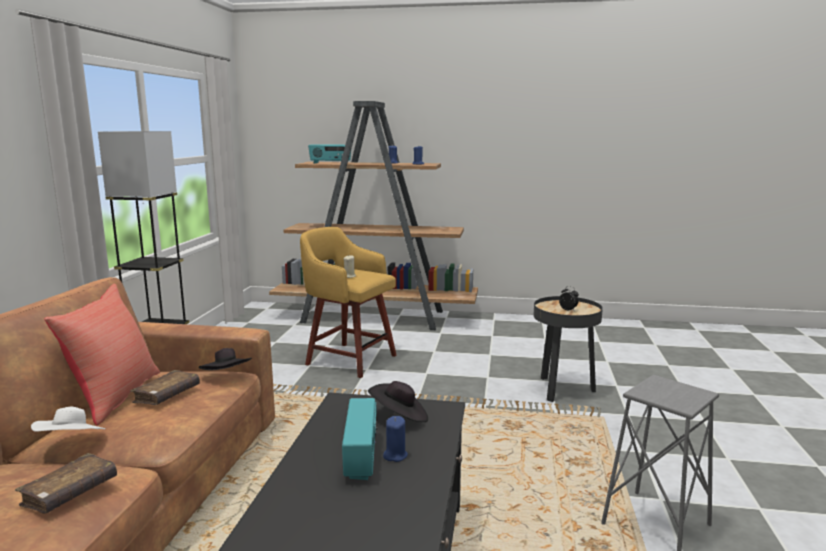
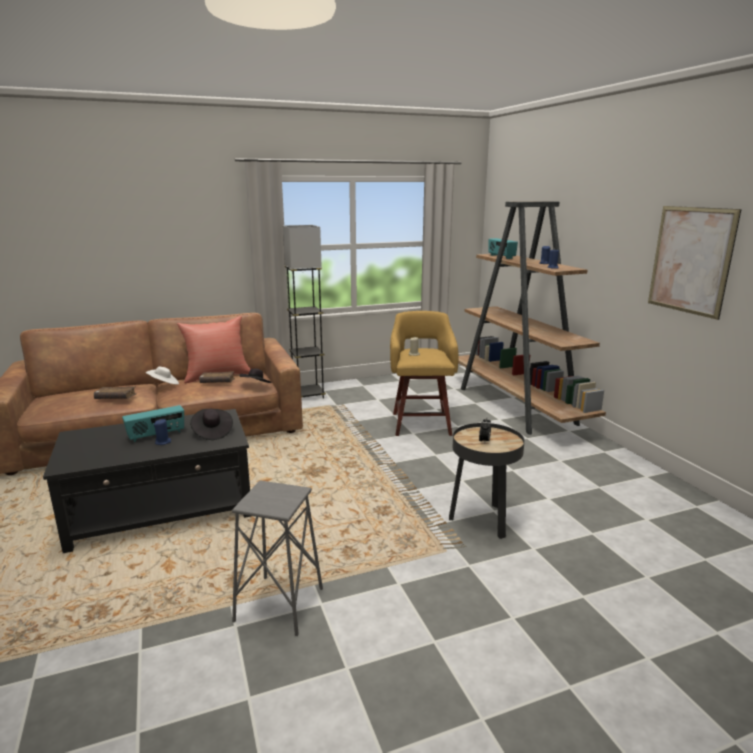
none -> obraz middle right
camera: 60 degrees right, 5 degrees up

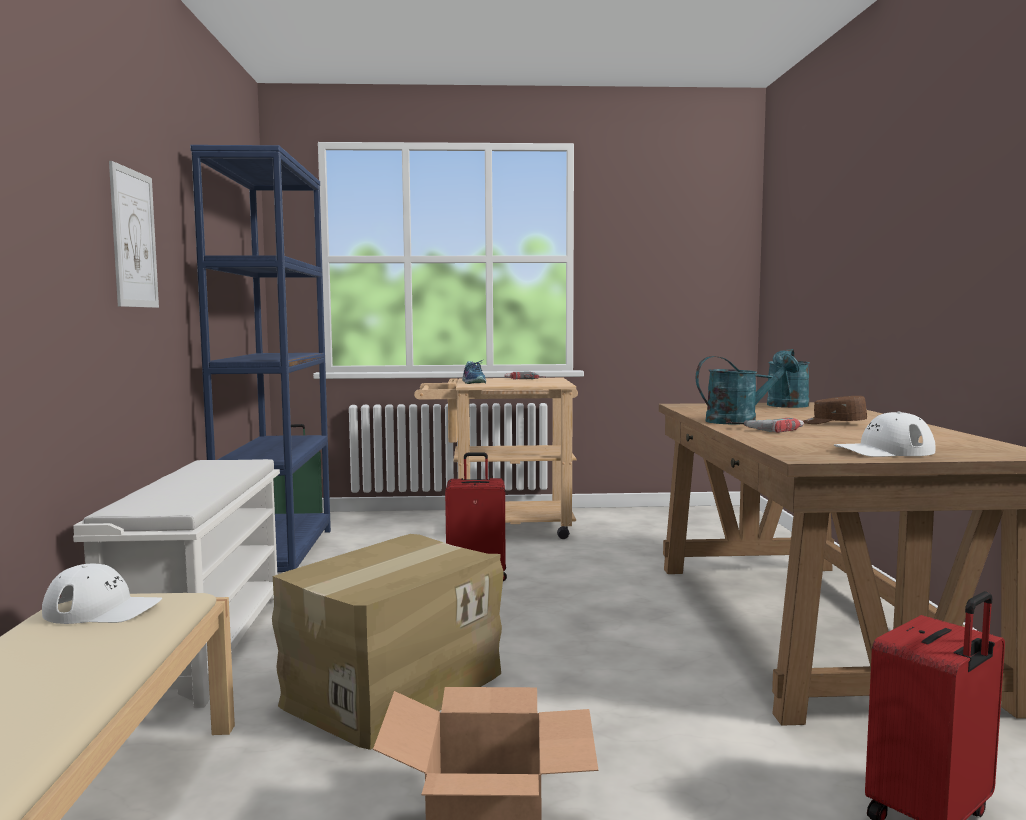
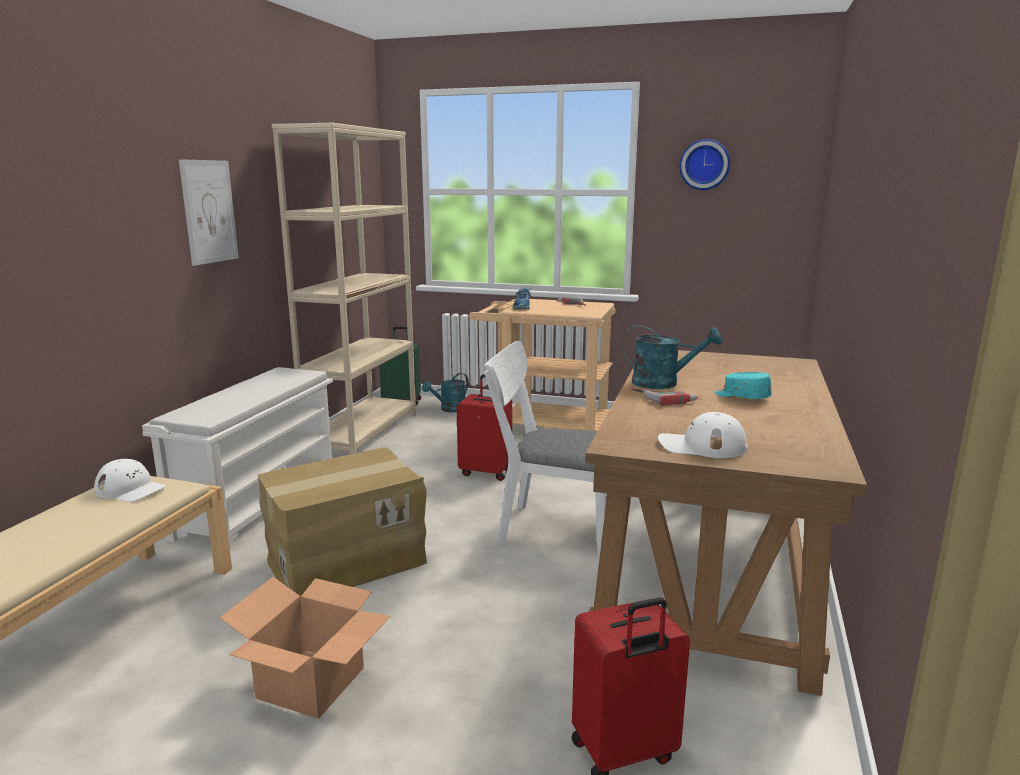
regał [niebieski] middle left -> regał [beżowy] centre
konewka [turkusowy] (no. 2 from left in the first image) middle right -> konewka [turkusowy] (no. 1 from left) centre, relocated
none -> krzesło [biały] centre
none -> zegar ścienny top right
czapka z daszkiem [brązowy] middle right -> czapka z daszkiem [turkusowy] middle right
camera: 20 degrees right, 10 degrees up

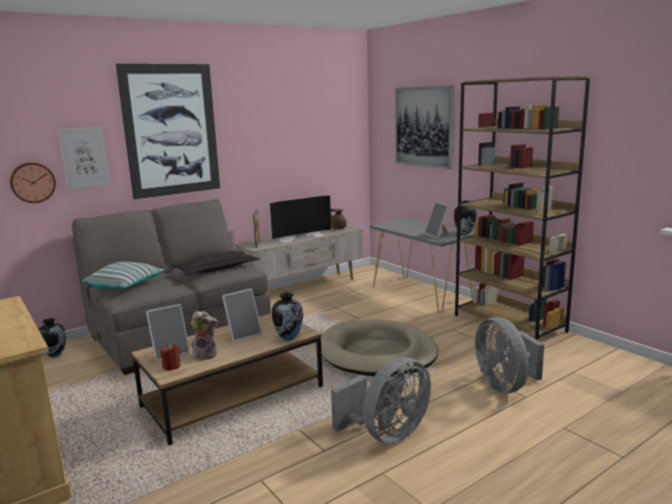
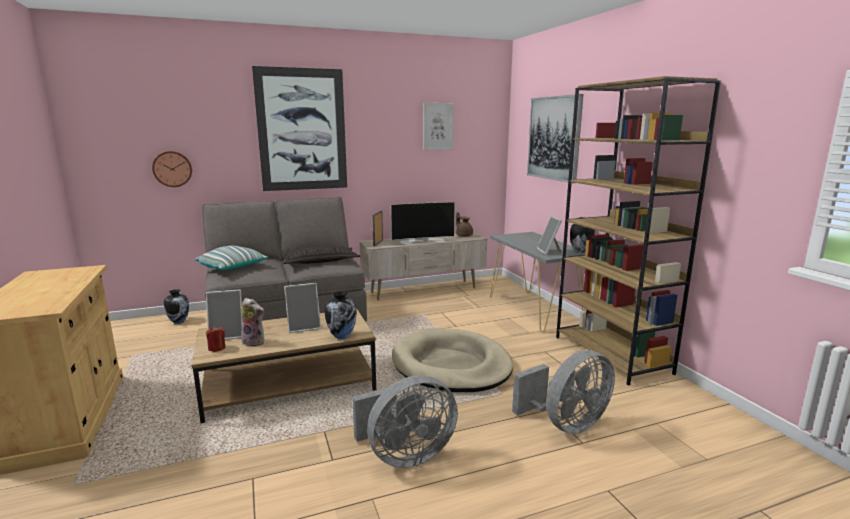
obraz (no. 1 from left in the first image) top left -> obraz (no. 2 from left) top centre, relocated
wentylator [szary] (no. 2 from left) bottom right -> wentylator [szary] (no. 2 from left) bottom centre, 120 degrees counterclockwise
camera: 15 degrees right, 0 degrees up

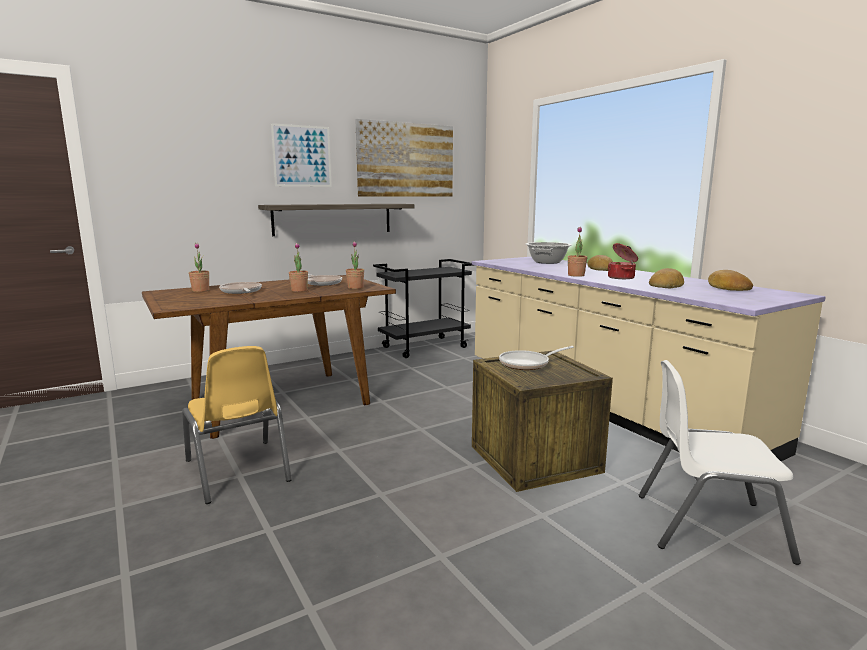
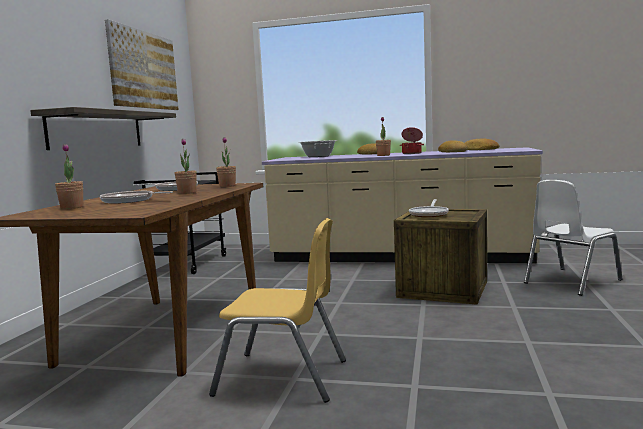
obraz (no. 1 from left) top centre -> none
camera: 45 degrees left, 5 degrees down

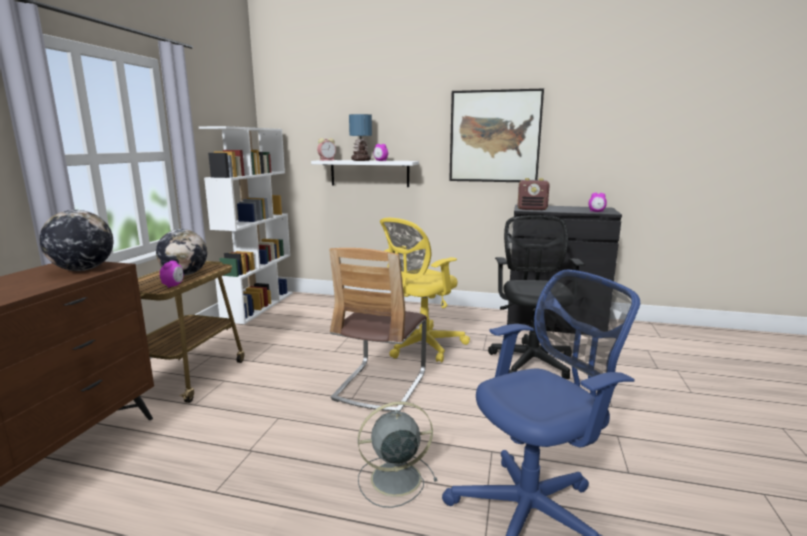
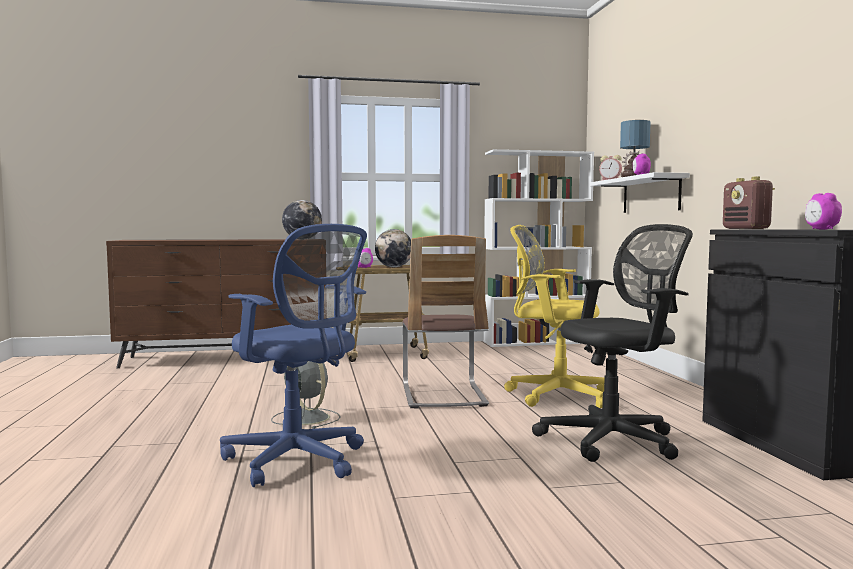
krzesło centre, 90 degrees counterclockwise
obraz top centre -> none
camera: 65 degrees right, 10 degrees down

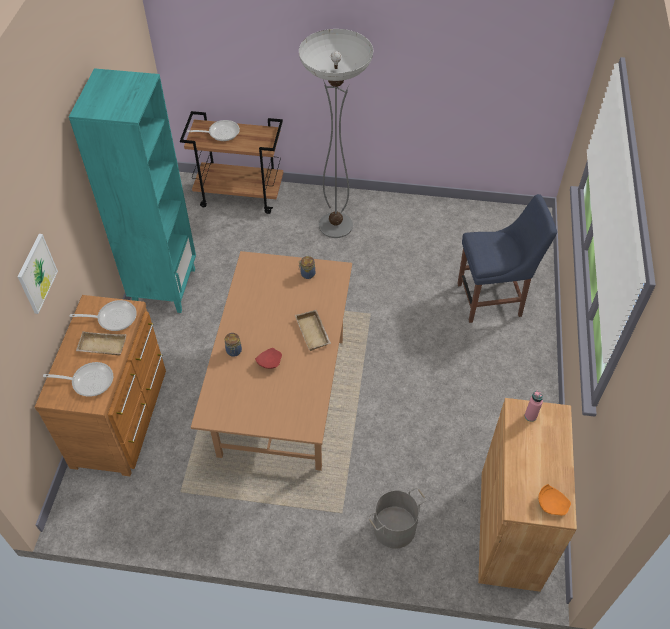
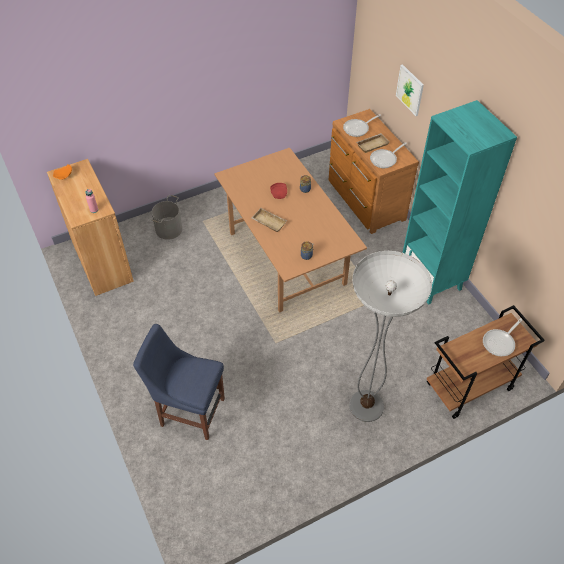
krzesło [niebieski] middle right -> krzesło [niebieski] bottom left, 60 degrees clockwise
camera: 145 degrees right, 0 degrees up

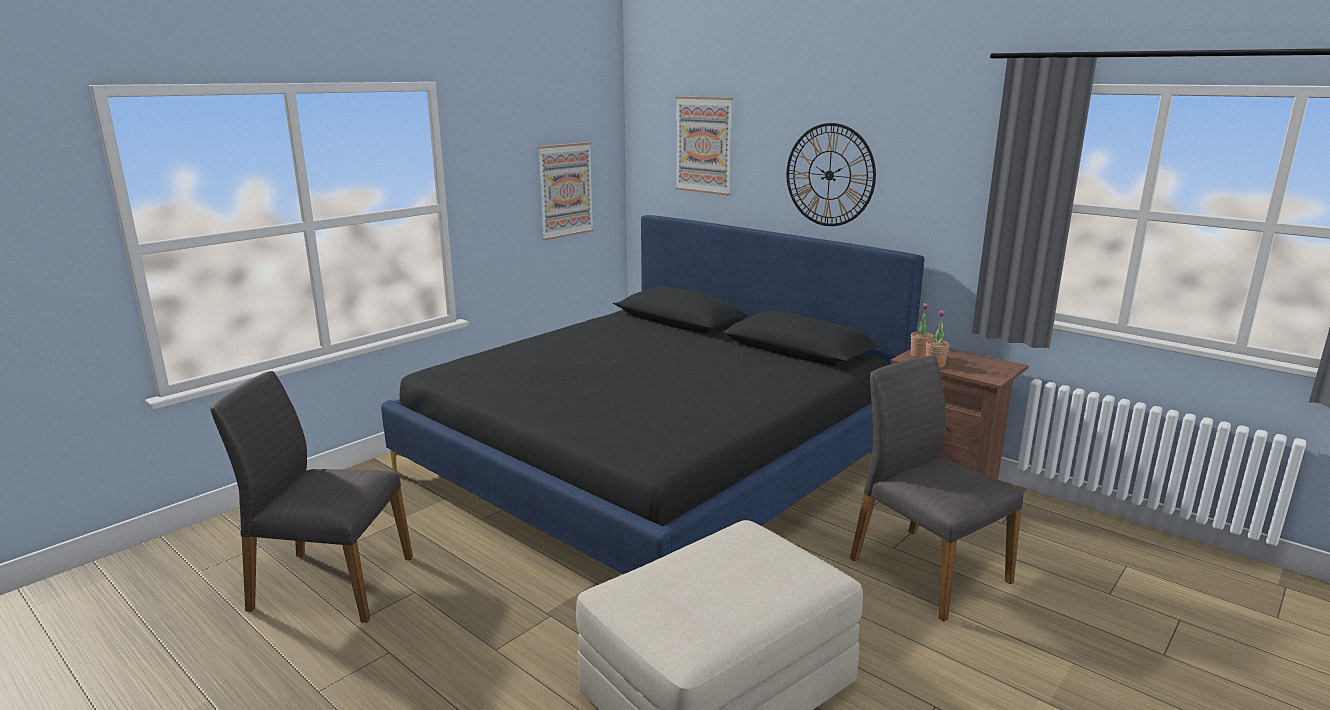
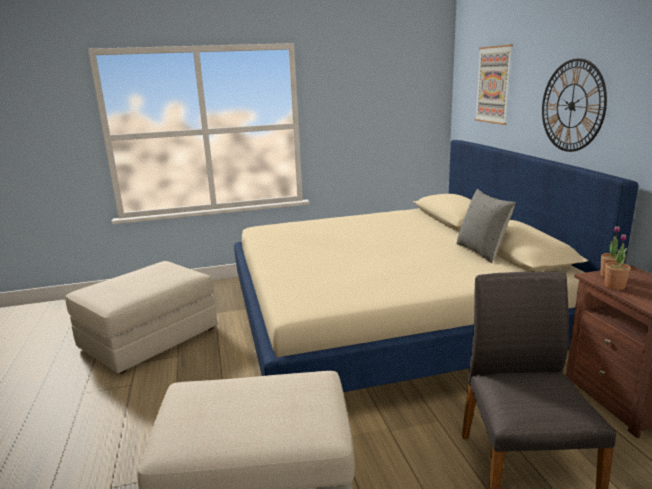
krzesło [szary] (no. 1 from left) bottom left -> pufa [beżowy] (no. 1 from left) middle left
łóżko [czarny] centre -> łóżko [beżowy] middle right
none -> poduszka [szary] middle right
obraz (no. 1 from left) top centre -> none
camera: 35 degrees right, 0 degrees up

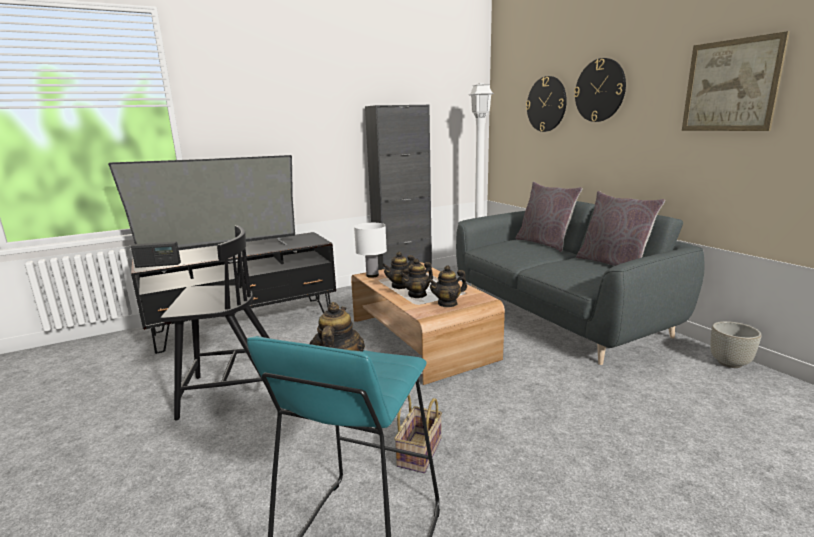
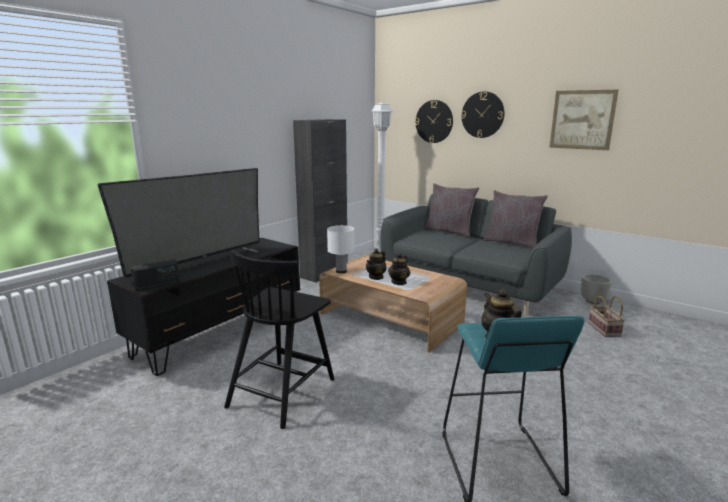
krzesło [czarny] middle left -> krzesło [czarny] bottom centre, 150 degrees clockwise
koszyk bottom centre -> koszyk middle right, relocated
imbryk (no. 4 from left) centre -> none
camera: 25 degrees left, 0 degrees up

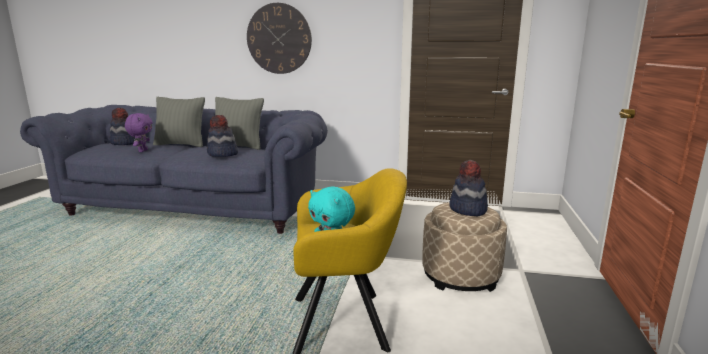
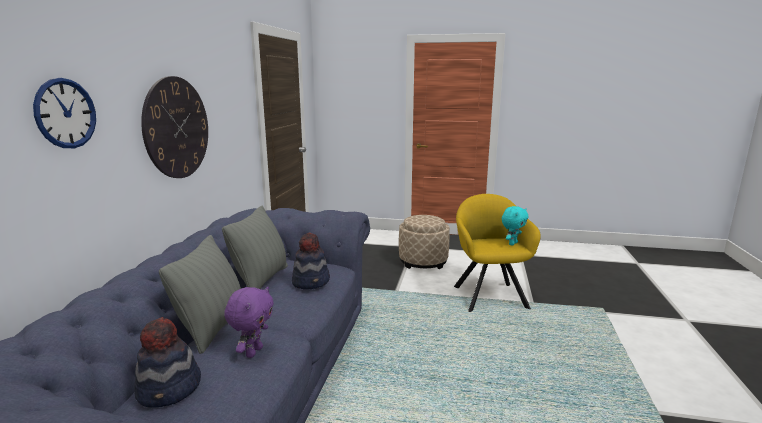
none -> zegar ścienny (no. 1 from left) top left
pluszak [fioletowy] middle left -> pluszak [fioletowy] bottom left, 105 degrees clockwise
kapelusz (no. 3 from left) centre -> none
camera: 90 degrees left, 0 degrees up

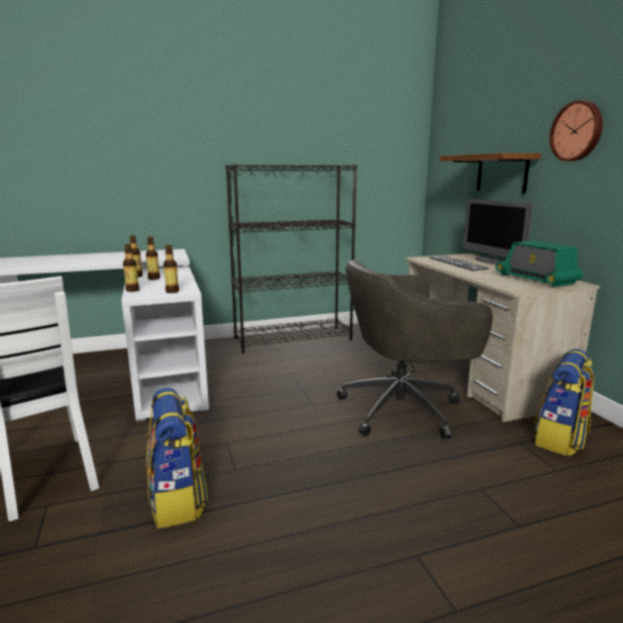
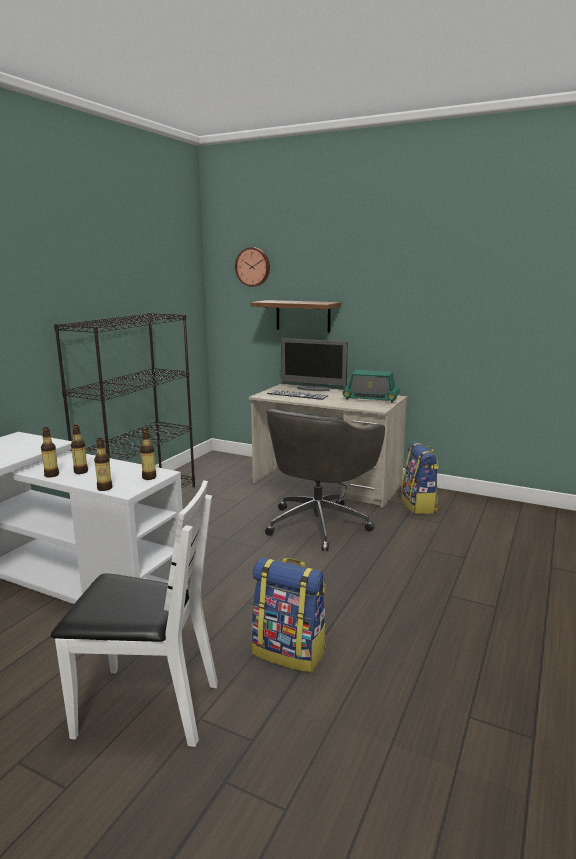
zegar ścienny top right -> zegar ścienny top centre, relocated
camera: 45 degrees left, 0 degrees up

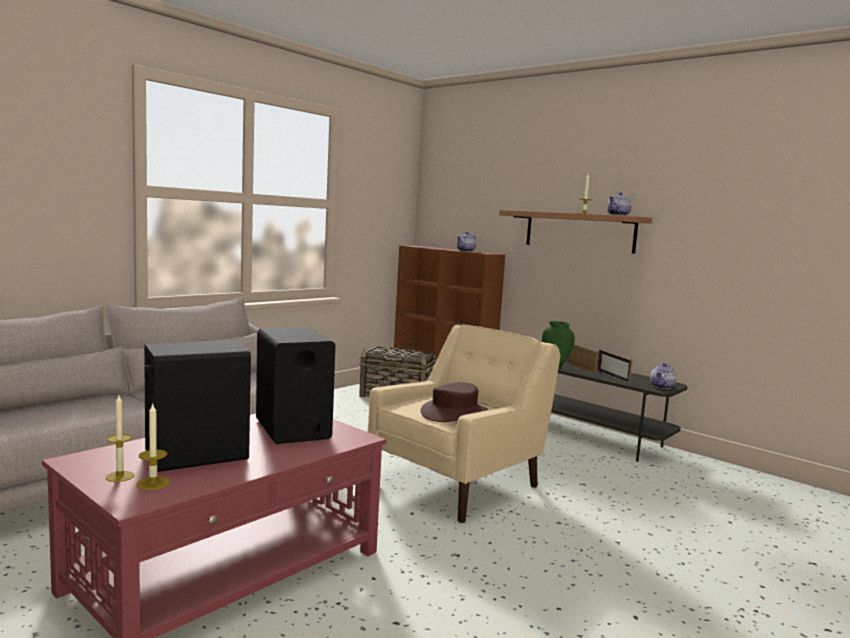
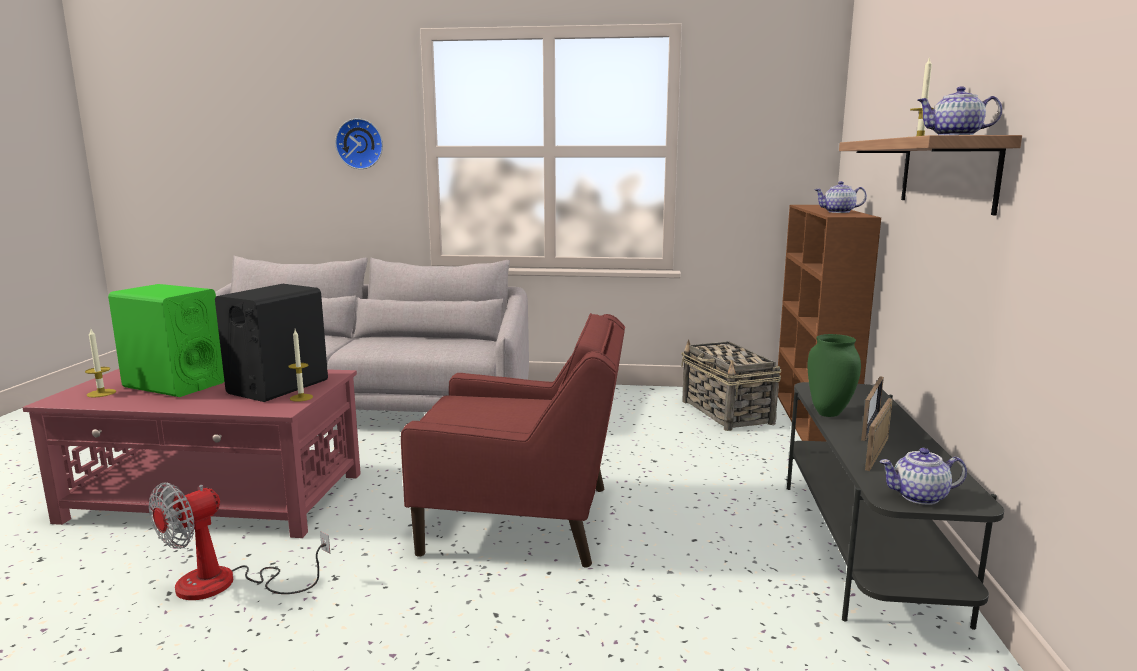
głośnik [czarny] (no. 1 from left) middle left -> głośnik [zielony] middle left
none -> wentylator bottom left
świeca (no. 1 from left in the first image) bottom left -> świeca (no. 2 from left) middle left, relocated
none -> zegar ścienny top left
fotel [beżowy] centre -> fotel [czerwony] centre
kapelusz [brązowy] centre -> none
camera: 55 degrees right, 5 degrees up

